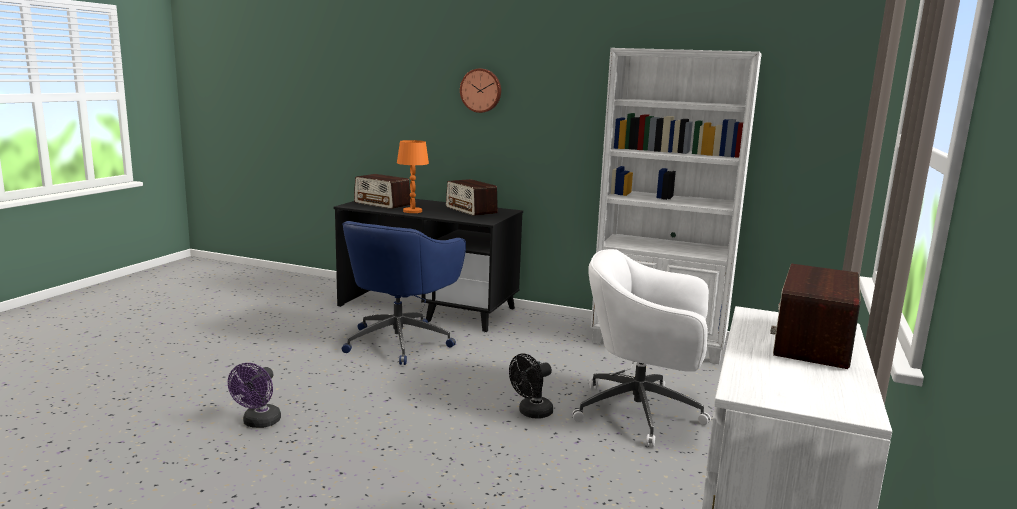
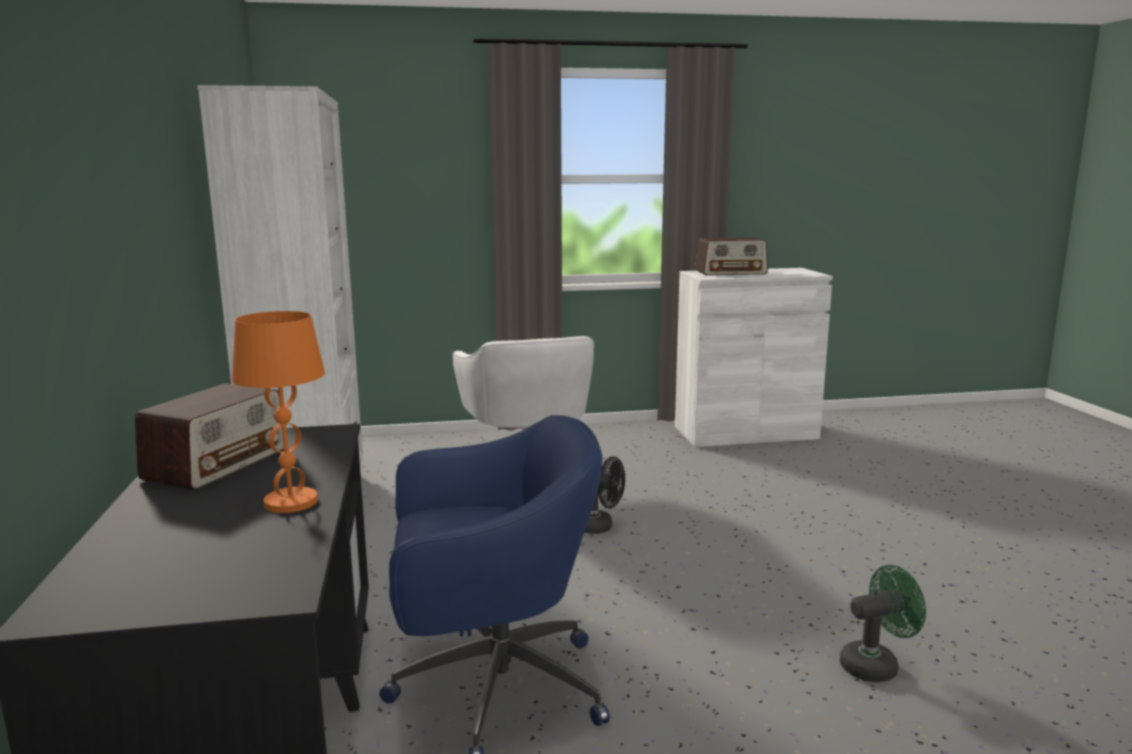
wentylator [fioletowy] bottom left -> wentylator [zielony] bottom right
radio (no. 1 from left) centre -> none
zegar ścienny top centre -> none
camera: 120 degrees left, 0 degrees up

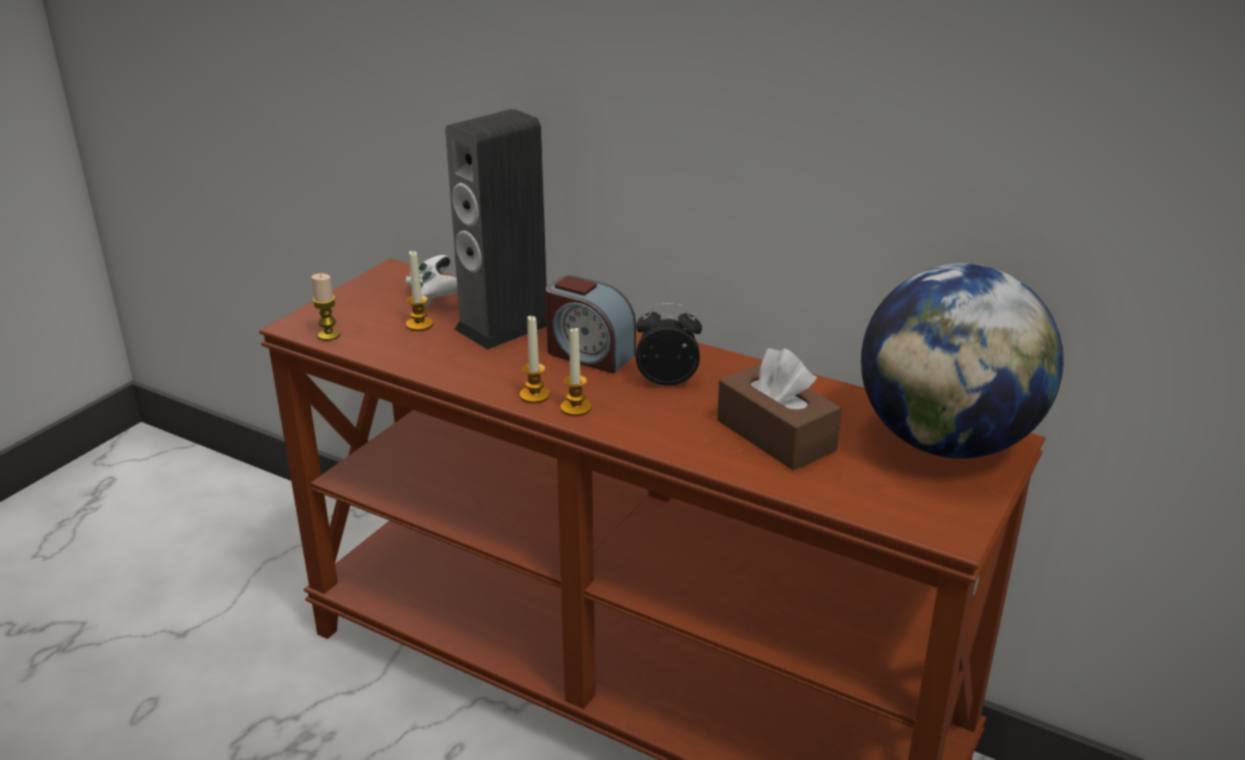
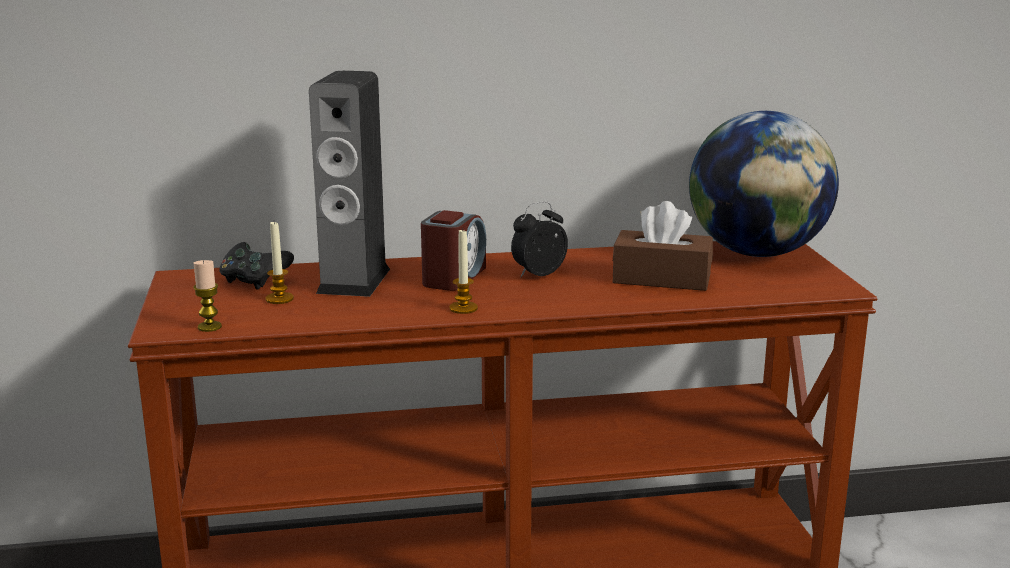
pad do gier [biały] centre -> pad do gier [czarny] middle left
budzik (no. 1 from left) centre, 60 degrees counterclockwise
świeca (no. 4 from left) centre -> none
camera: 40 degrees left, 10 degrees down

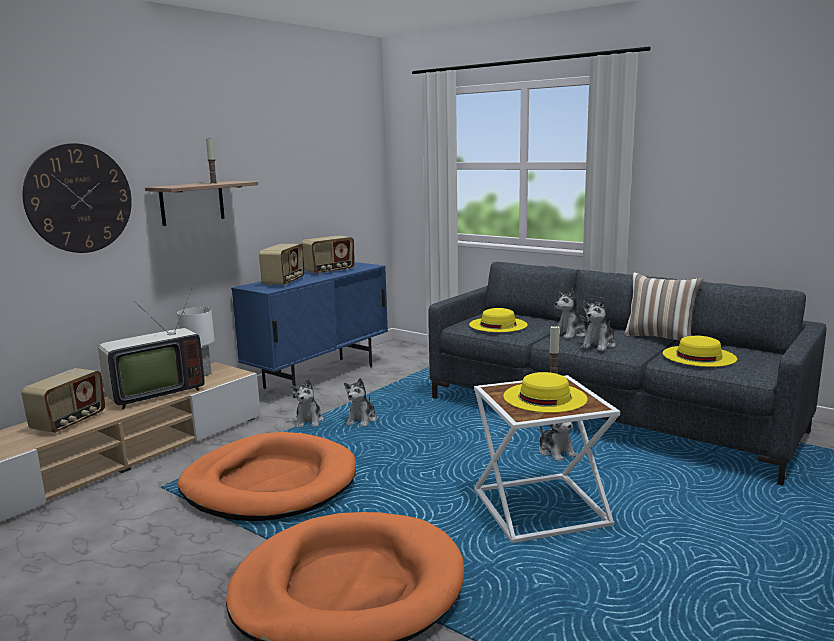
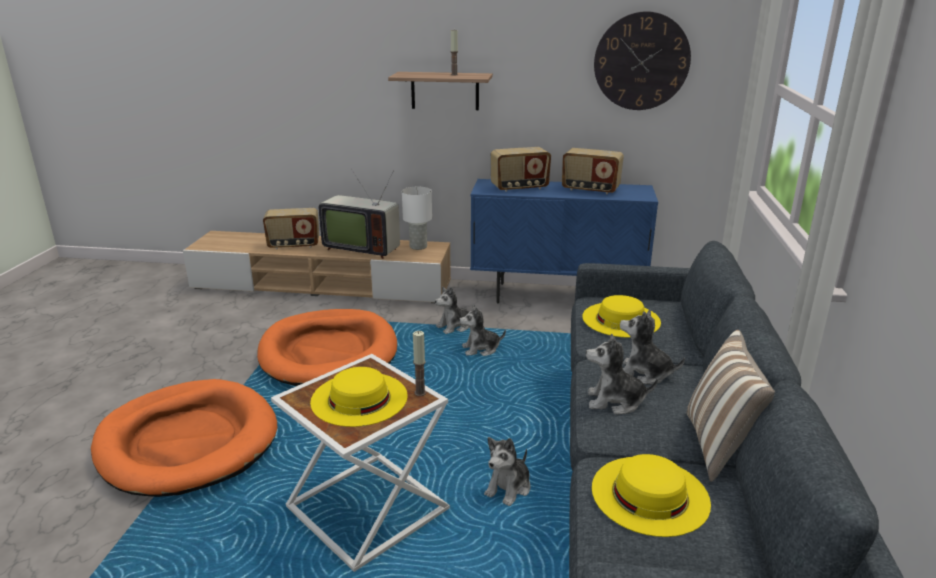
zegar ścienny top left -> zegar ścienny top right, relocated
camera: 60 degrees right, 10 degrees up

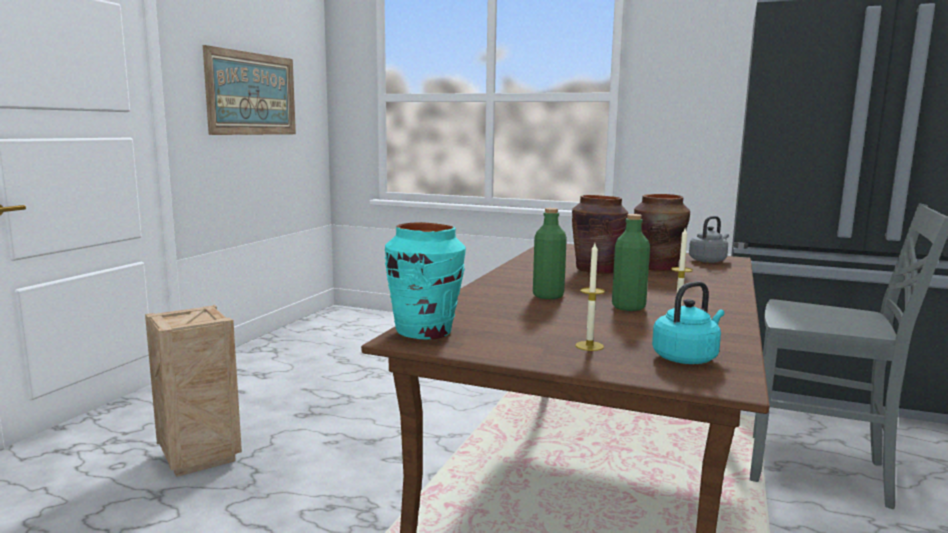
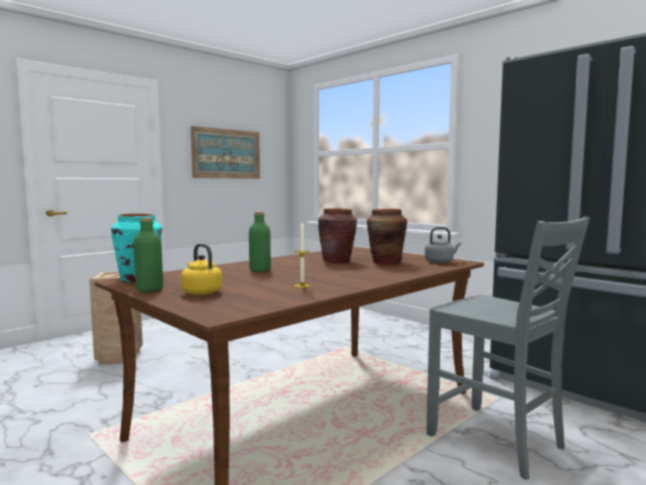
butelka [zielony] (no. 2 from left in the first image) centre -> butelka [zielony] (no. 1 from left) middle left, relocated
świeca (no. 1 from left) centre -> czajnik [żółty] middle left
czajnik [turkusowy] middle right -> none
camera: 25 degrees right, 5 degrees down

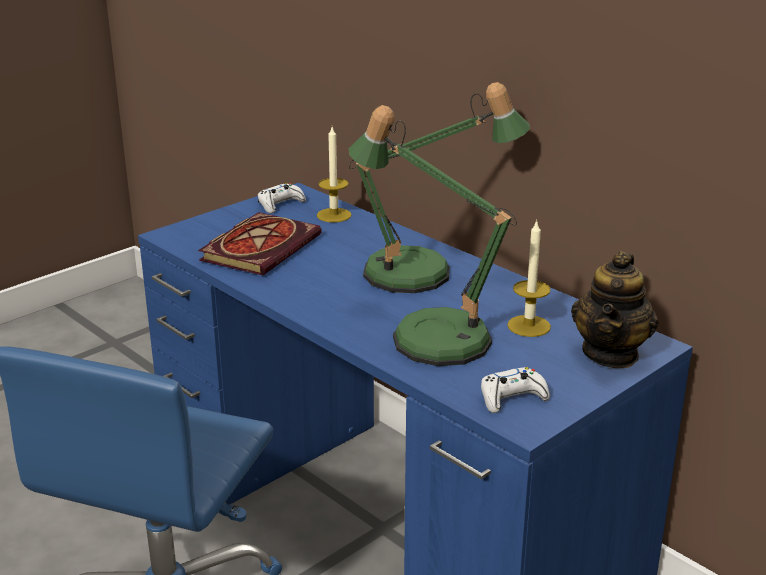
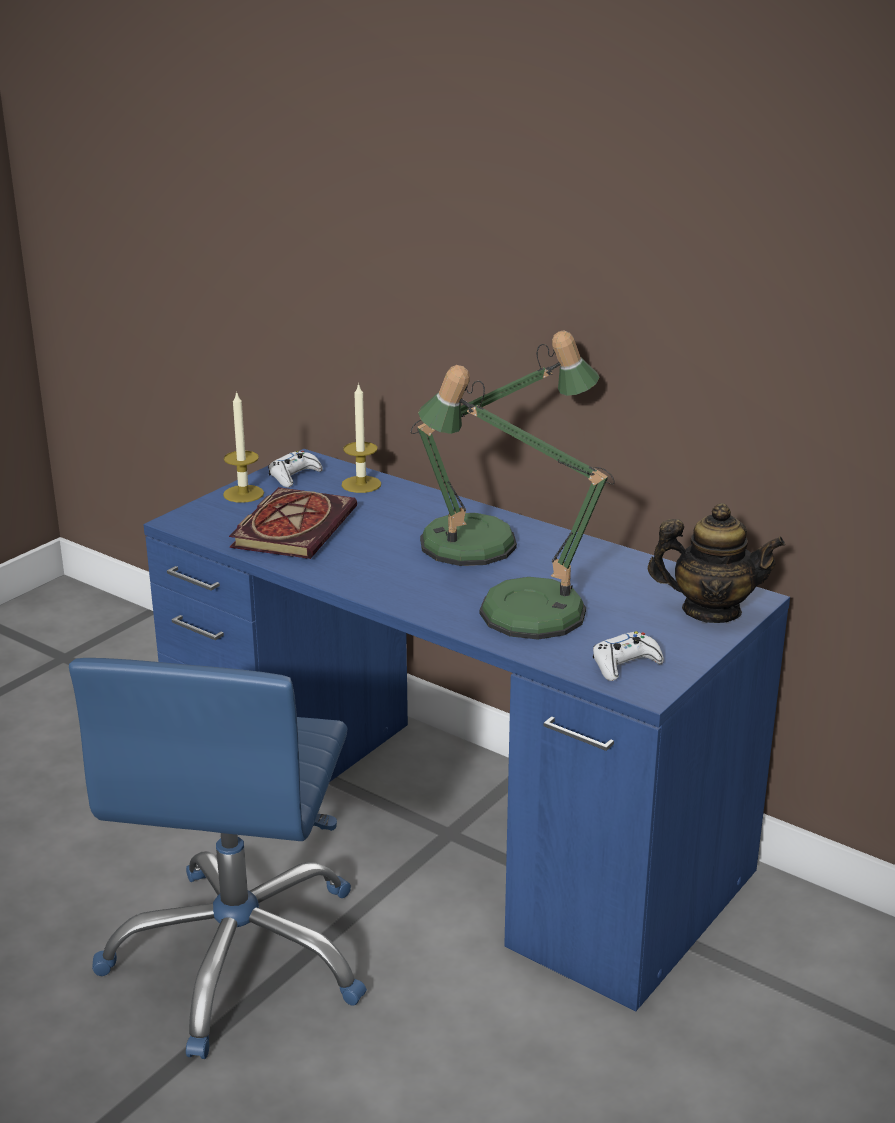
świeca (no. 2 from left in the first image) middle right -> świeca (no. 1 from left) middle left, relocated
imbryk middle right, 90 degrees counterclockwise
camera: 10 degrees left, 0 degrees up

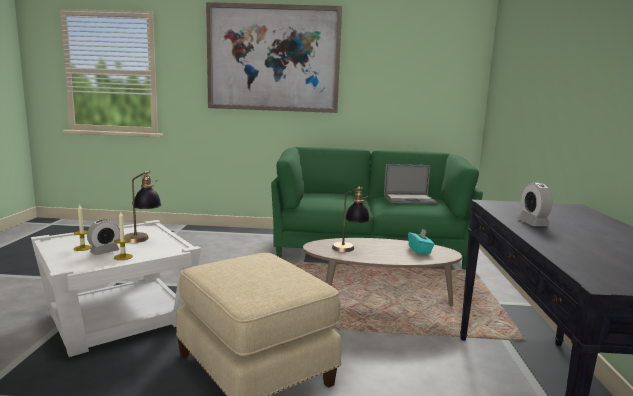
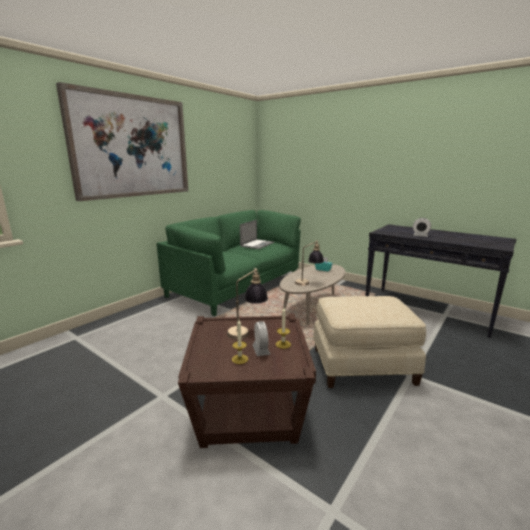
stolik [biały] bottom left -> stolik [brązowy] bottom centre
camera: 55 degrees left, 5 degrees up

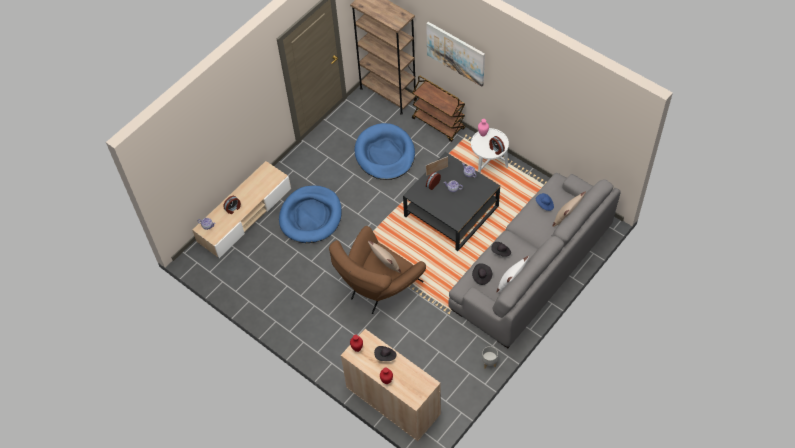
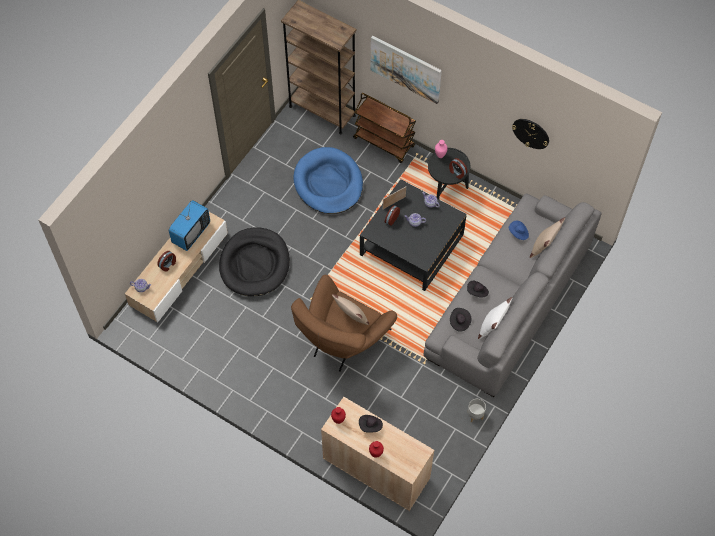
none -> telewizor middle left
legowisko [niebieski] (no. 1 from left) centre -> legowisko [czarny] centre
stolik [biały] centre -> stolik [czarny] top centre
none -> zegar ścienny top right
camera: 10 degrees left, 5 degrees up

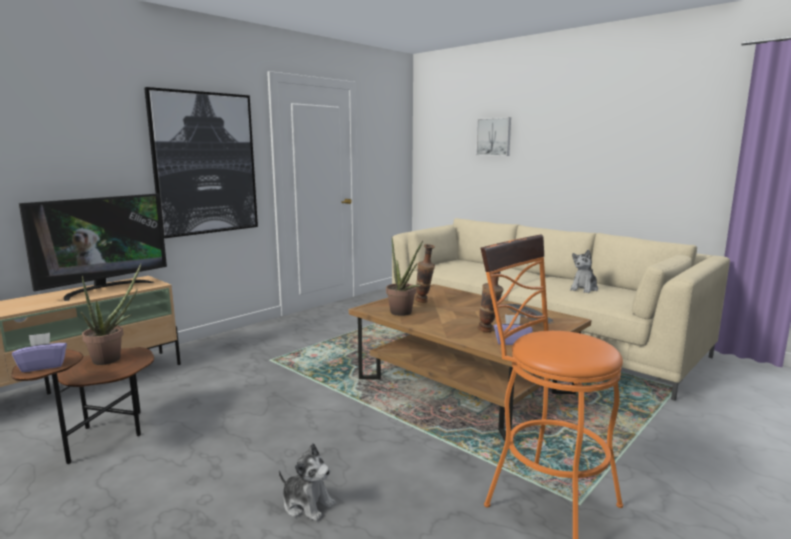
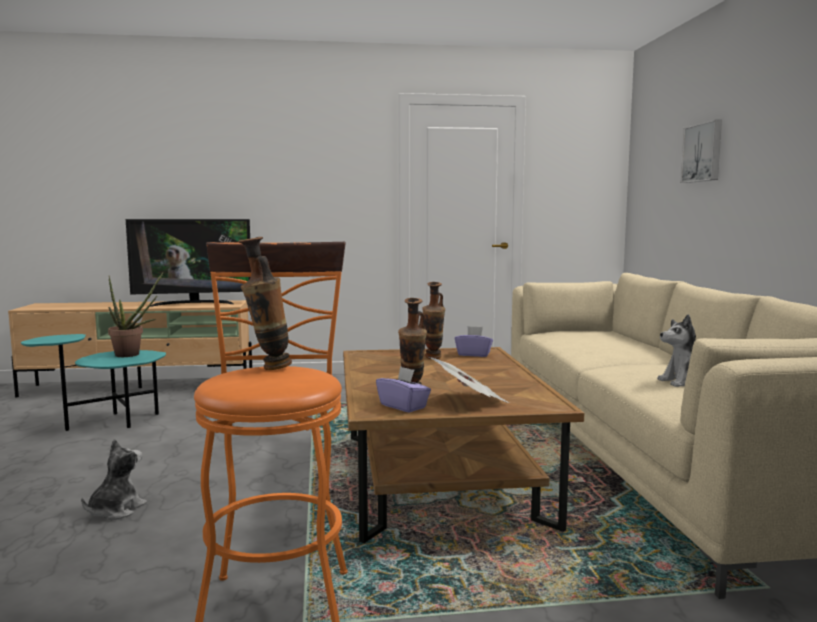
stolik [brązowy] bottom left -> stolik [turkusowy] middle left
pluszak (no. 1 from left) bottom centre -> pluszak (no. 1 from left) bottom left, 135 degrees counterclockwise
none -> wazon (no. 1 from left) middle left
pudełko chusteczek [fioletowy] (no. 1 from left in the first image) middle left -> pudełko chusteczek [fioletowy] (no. 2 from left) centre, relocated
obraz (no. 1 from left) top left -> none
roślina doniczkowa (no. 2 from left) centre -> none
camera: 40 degrees right, 5 degrees down

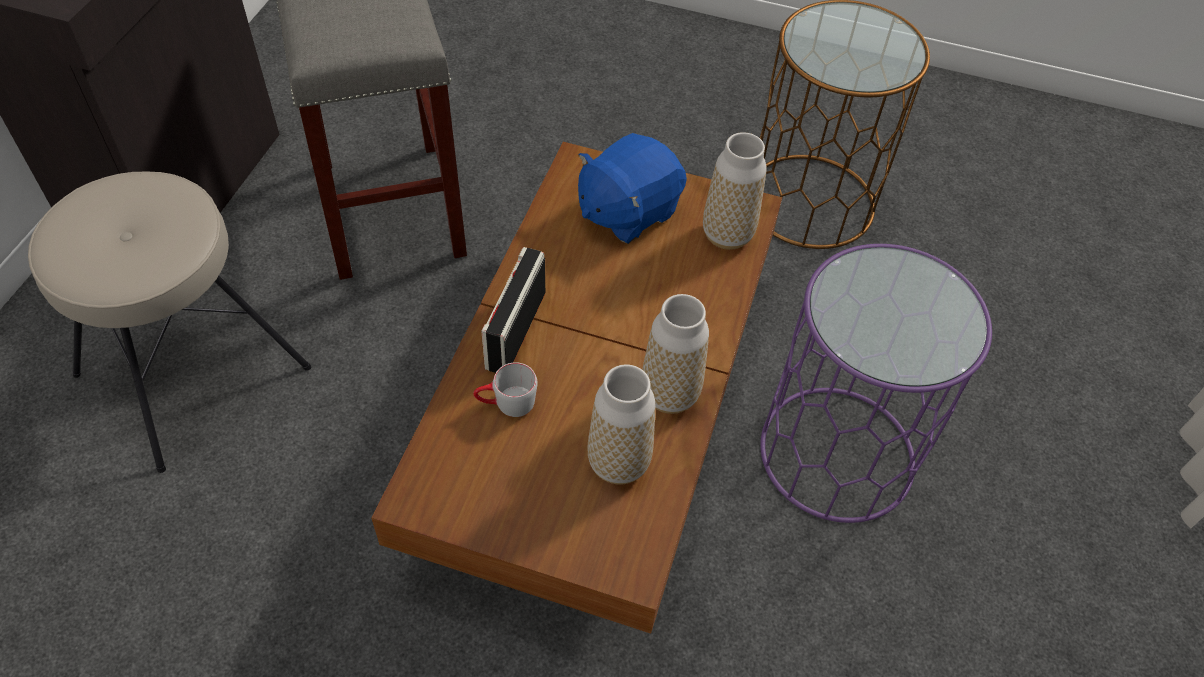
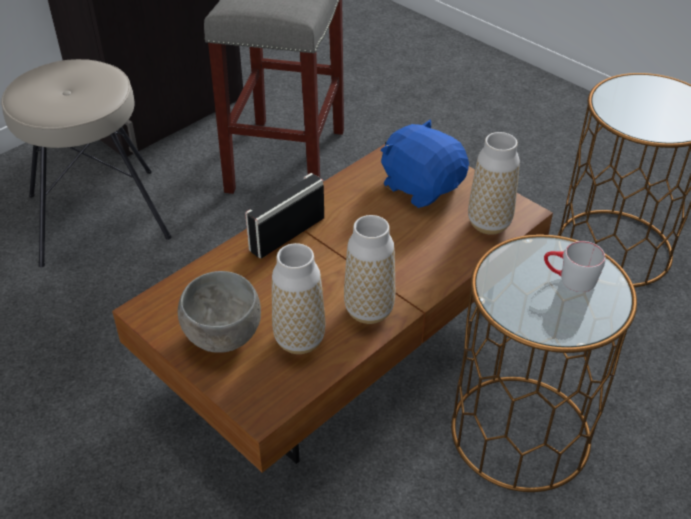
none -> miska [szary] middle left
pluszak [niebieski] top centre, 60 degrees clockwise
stolik [fioletowy] middle right -> stolik [brązowy] (no. 1 from left) bottom right
kubek [szary] centre -> kubek [szary] middle right, relocated
camera: 30 degrees right, 10 degrees down

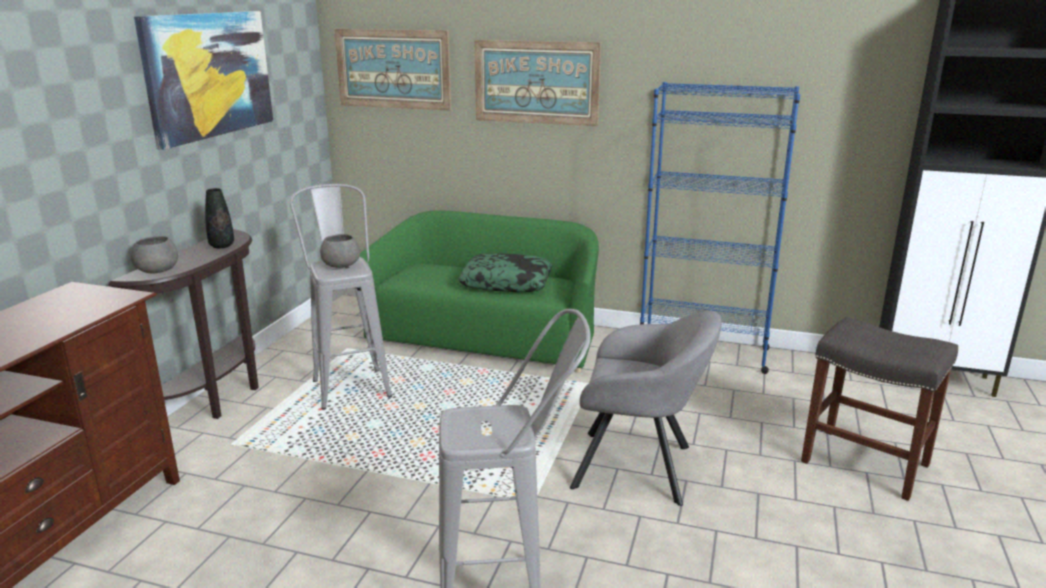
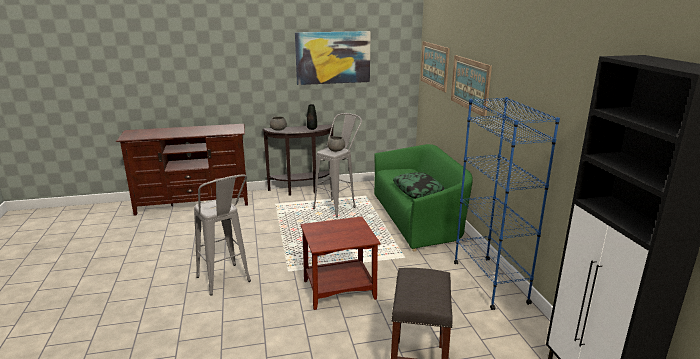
fotel [szary] bottom centre -> stolik [brązowy] bottom centre
camera: 60 degrees right, 0 degrees up

